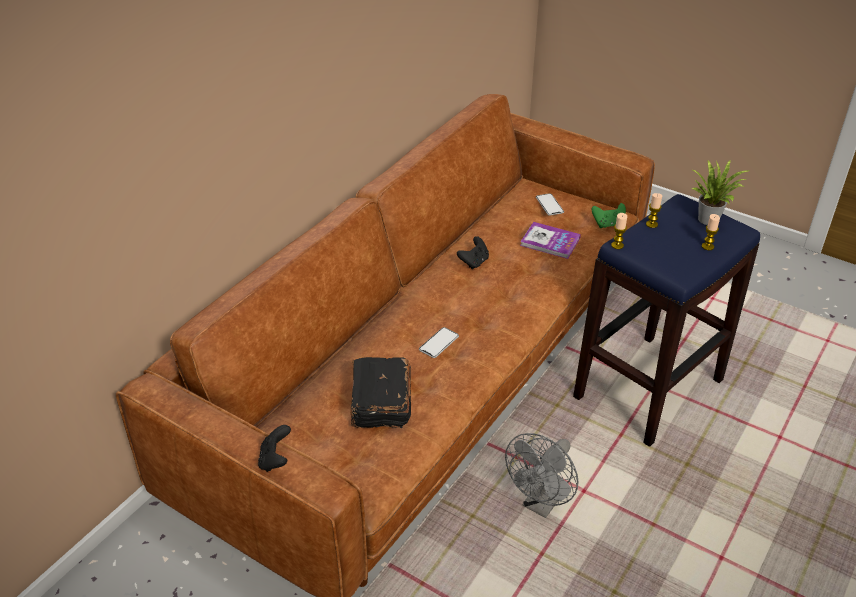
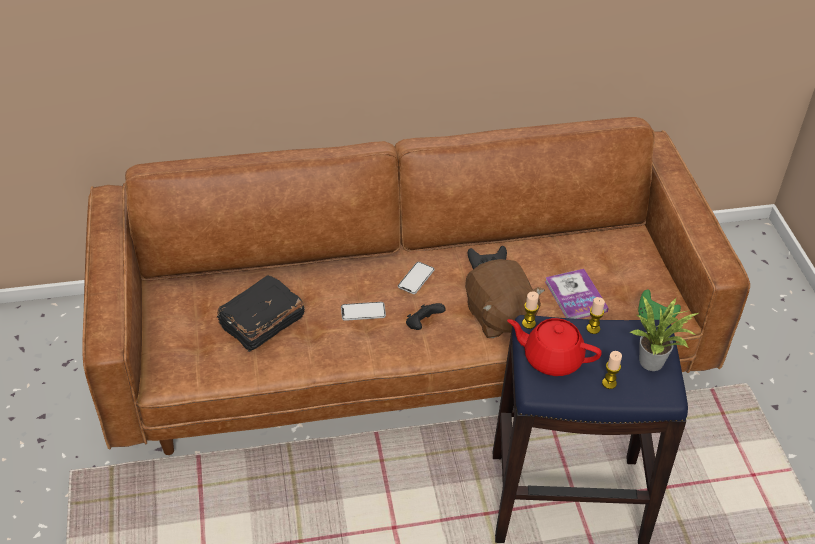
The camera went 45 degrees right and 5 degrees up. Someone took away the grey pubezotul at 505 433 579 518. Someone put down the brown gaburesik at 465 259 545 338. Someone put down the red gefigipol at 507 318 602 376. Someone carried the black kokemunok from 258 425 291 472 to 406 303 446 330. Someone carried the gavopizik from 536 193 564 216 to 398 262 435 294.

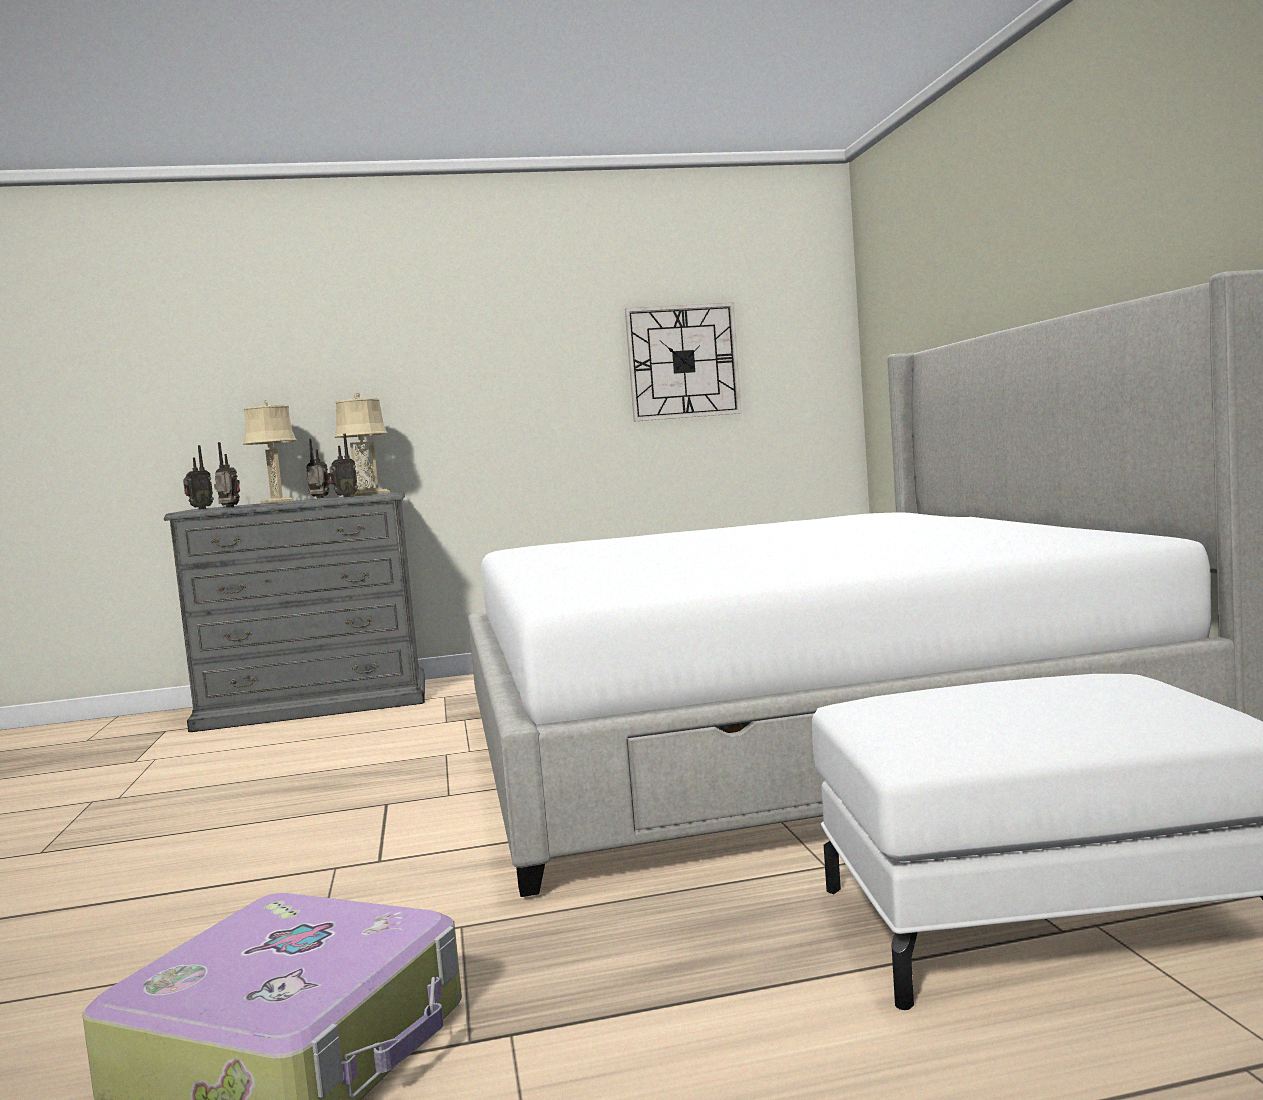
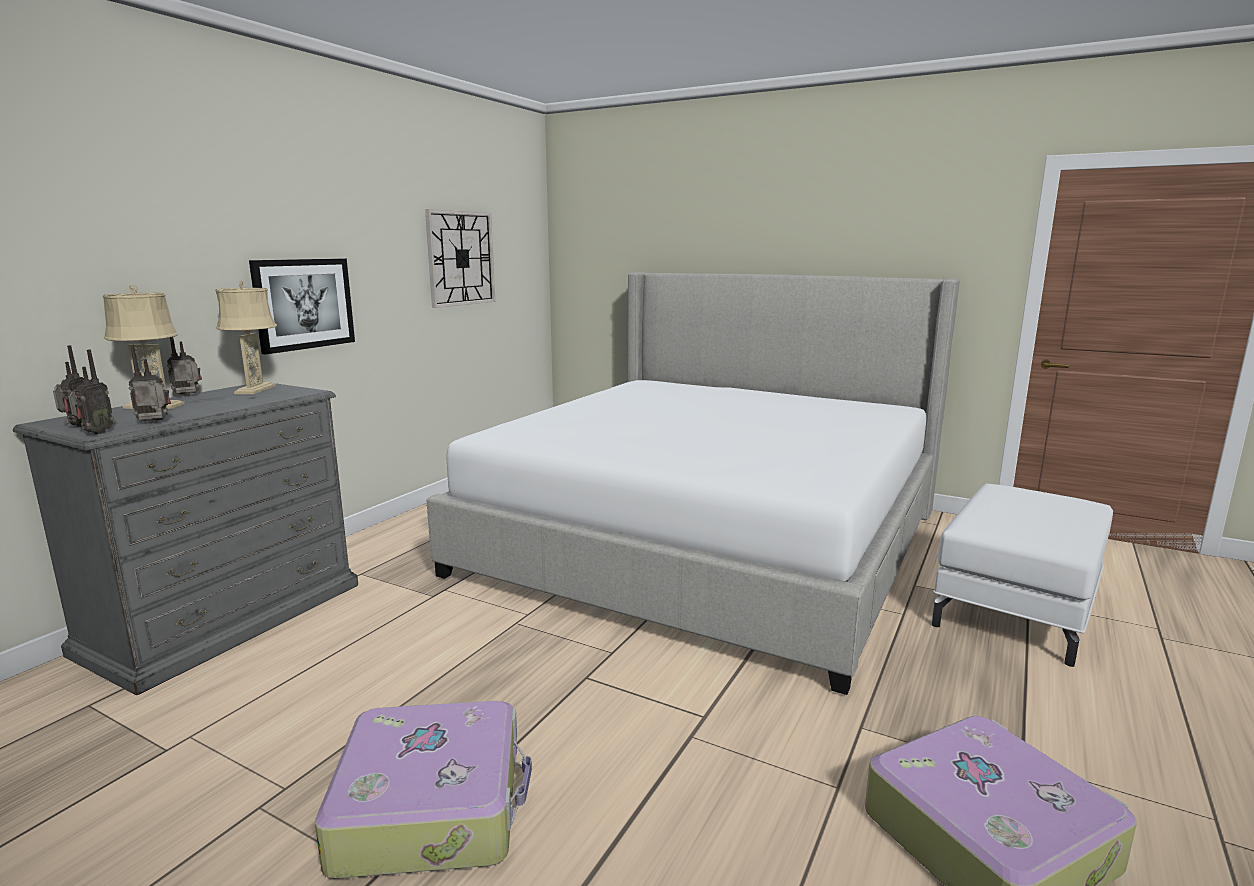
The camera went 50 degrees left and 10 degrees up. Someone put up the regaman at 249 259 355 355. Someone put down the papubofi at 315 701 532 879. Someone carried the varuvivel from 329 434 358 497 to 68 349 114 434.

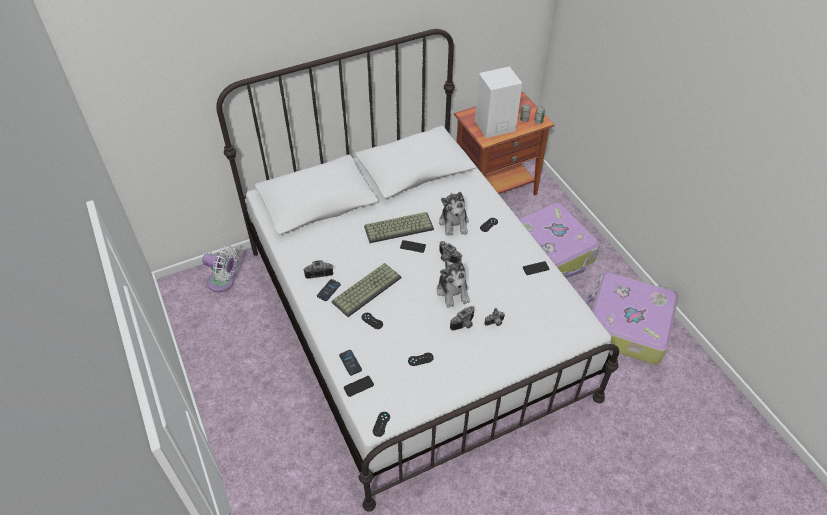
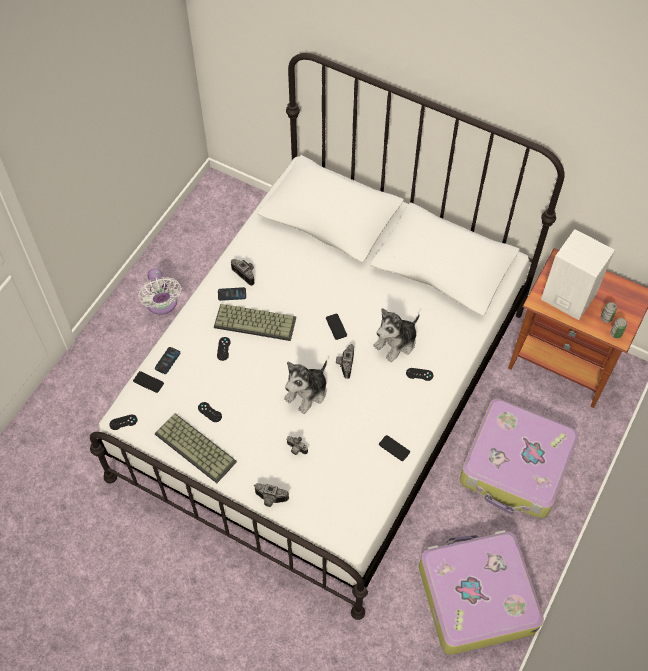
The camera went 55 degrees right and 10 degrees up. Someone carried the white pubezotul from 202 246 237 292 to 138 268 182 315. Someone carried the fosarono from 364 212 434 243 to 155 413 237 483. Someone carried the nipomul from 450 306 474 330 to 254 483 289 507.

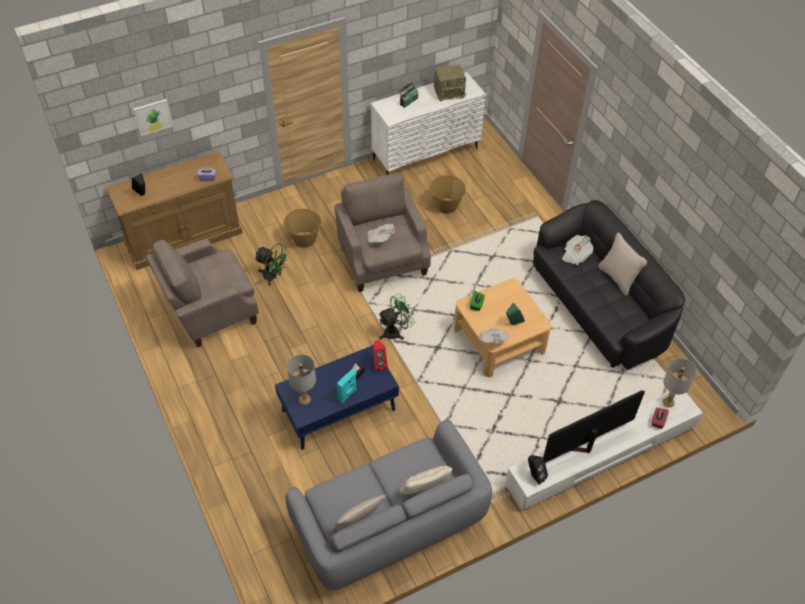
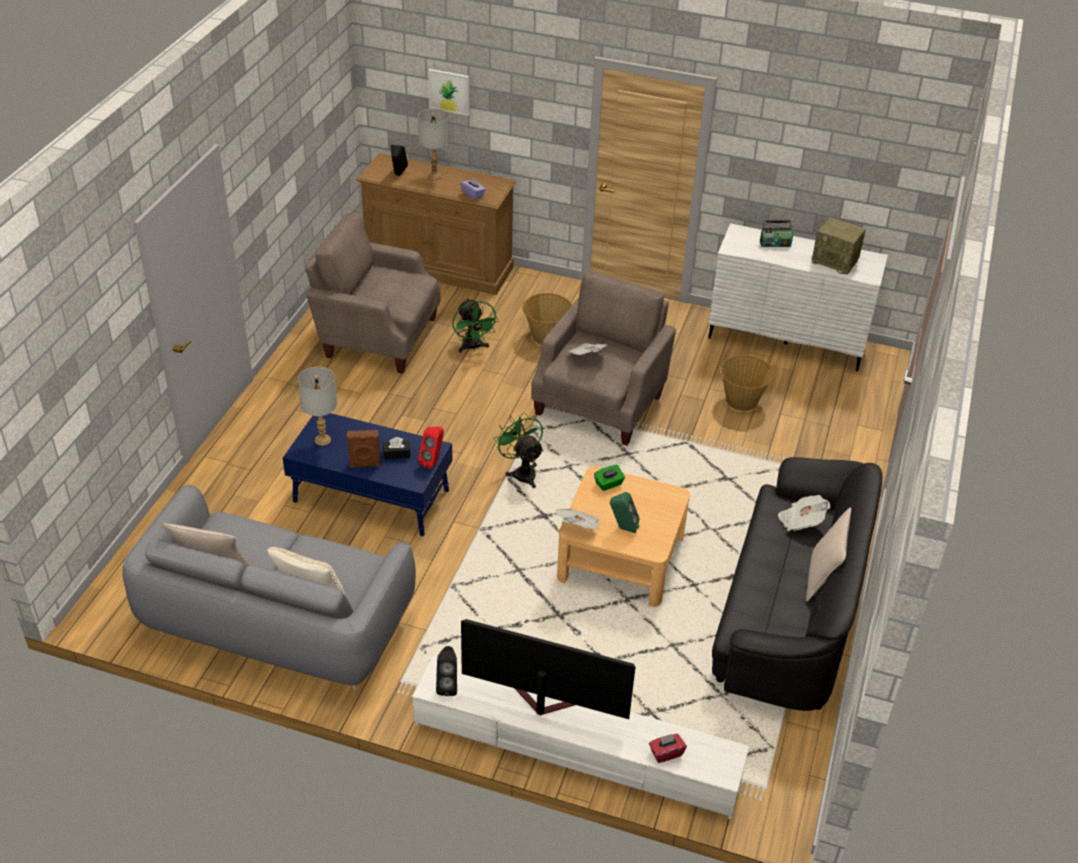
The camera went 45 degrees right and 10 degrees down. Someone carried the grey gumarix from 663 358 697 408 to 418 108 449 180. Someone repainted the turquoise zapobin at 337 369 357 403, which became the brown zapobin at 347 430 381 468. Someone rotated the green pubezotul at 378 294 414 340 by 135 degrees counterclockwise.

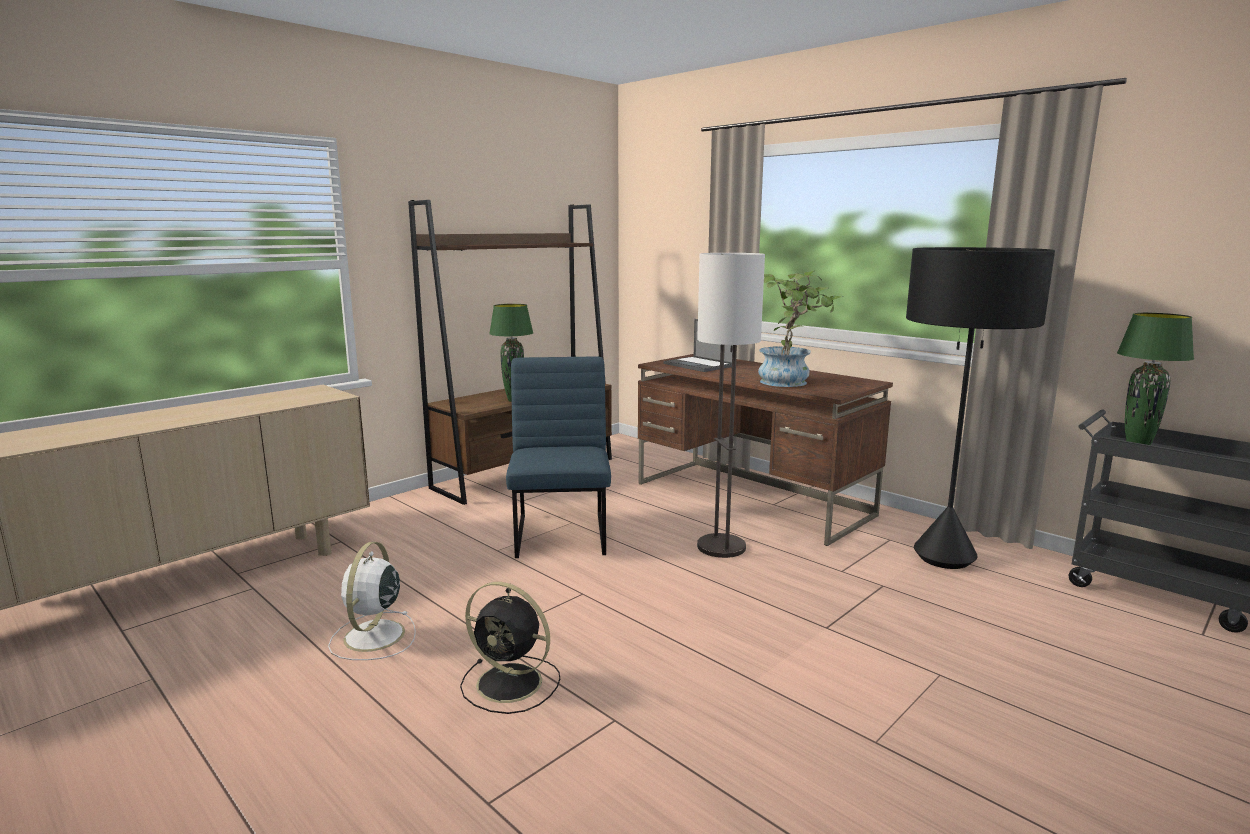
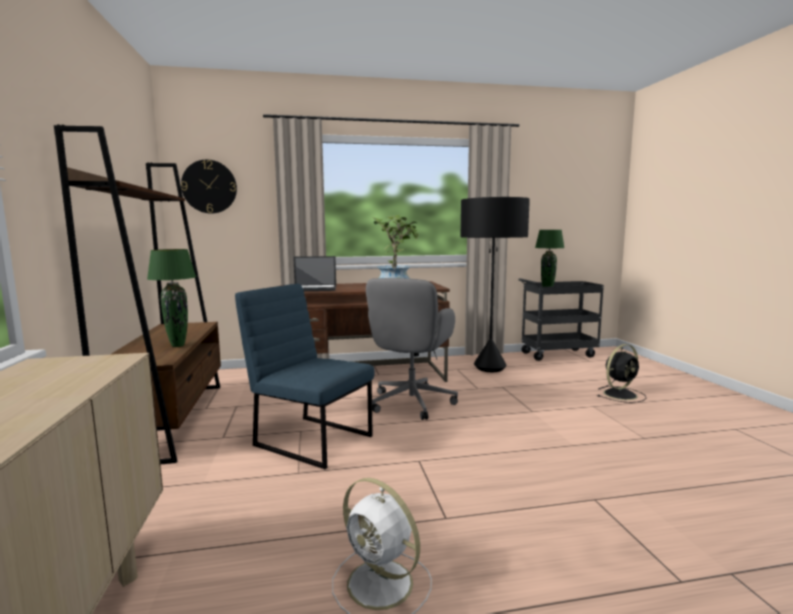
The camera went 55 degrees left and 5 degrees down. Someone put up the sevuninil at 181 160 237 214. Someone carried the black pubezotul from 460 582 560 714 to 597 344 646 403. Someone swapped the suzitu at 697 253 765 558 for the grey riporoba at 366 278 458 420.

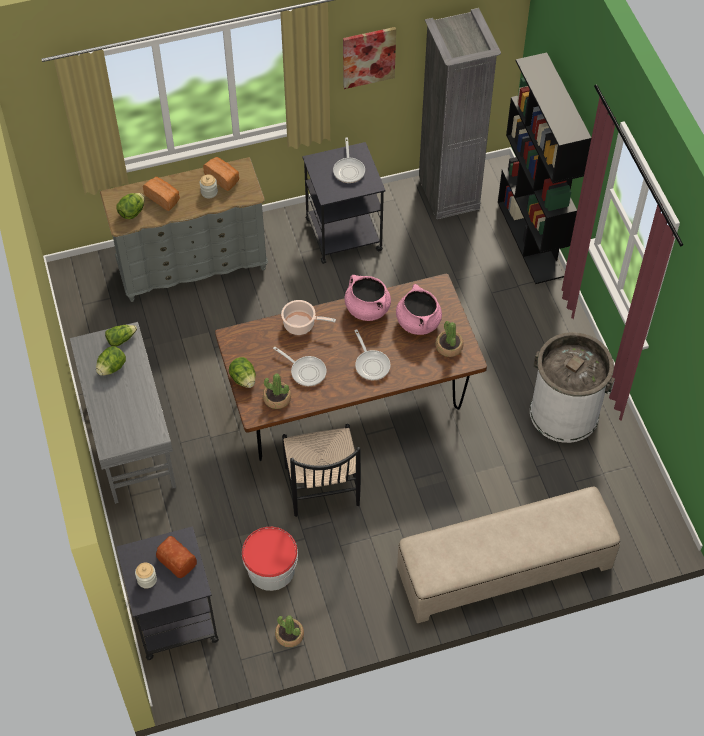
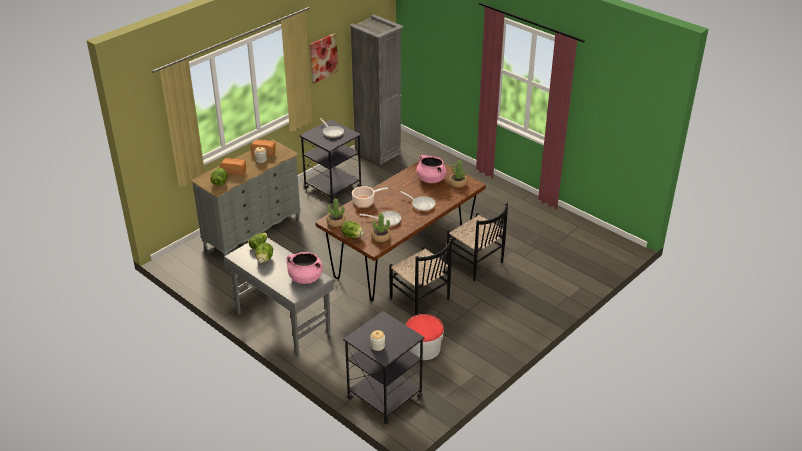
The camera went 30 degrees left and 20 degrees down. Someone took away the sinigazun at 156 536 197 578. Someone took away the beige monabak at 397 487 620 623. Someone took away the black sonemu at 498 52 592 284. Someone took away the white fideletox at 530 332 615 443. Someone put down the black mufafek at 447 203 508 281. Someone carried the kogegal from 275 616 304 647 to 327 198 346 227. Someone carried the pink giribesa from 345 275 391 321 to 287 252 323 284.

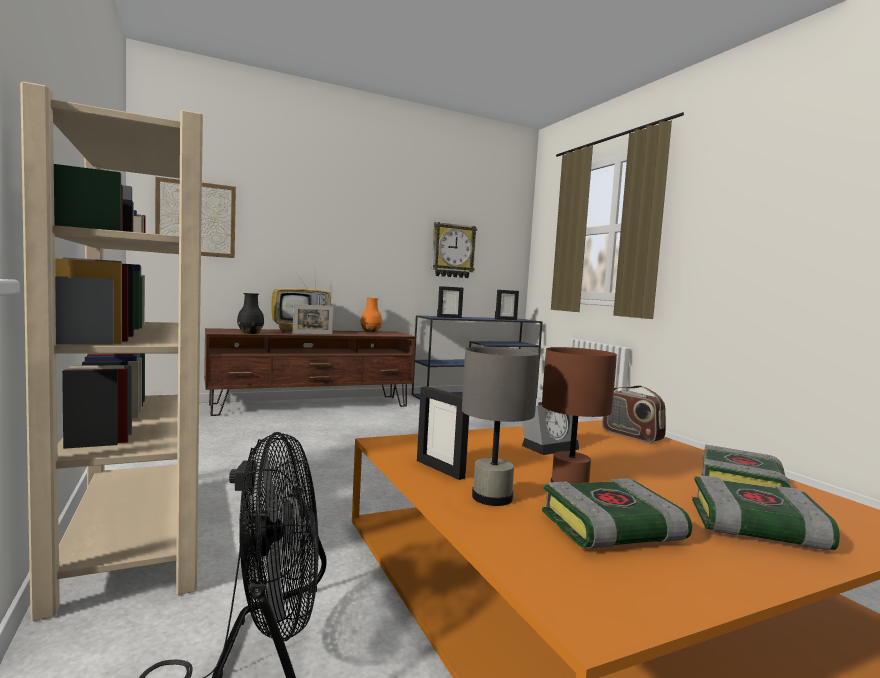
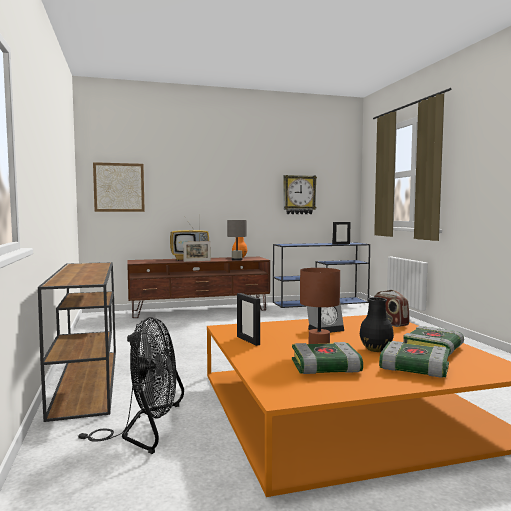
The camera went 10 degrees right and 0 degrees up. Someone took away the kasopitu at 437 286 463 318. Someone carried the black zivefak from 237 293 264 334 to 360 297 394 352. Someone carried the grey gumarix from 462 347 539 506 to 227 220 247 261. Someone swapped the beige sonemu at 20 81 203 621 for the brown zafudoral at 38 262 116 422.

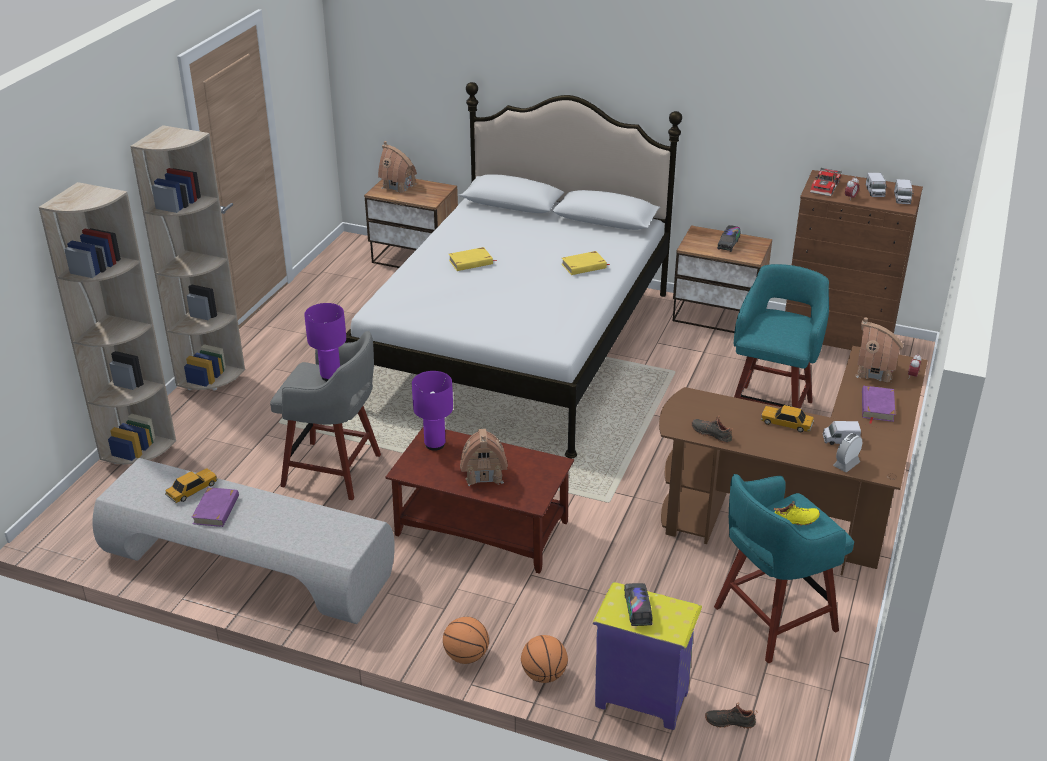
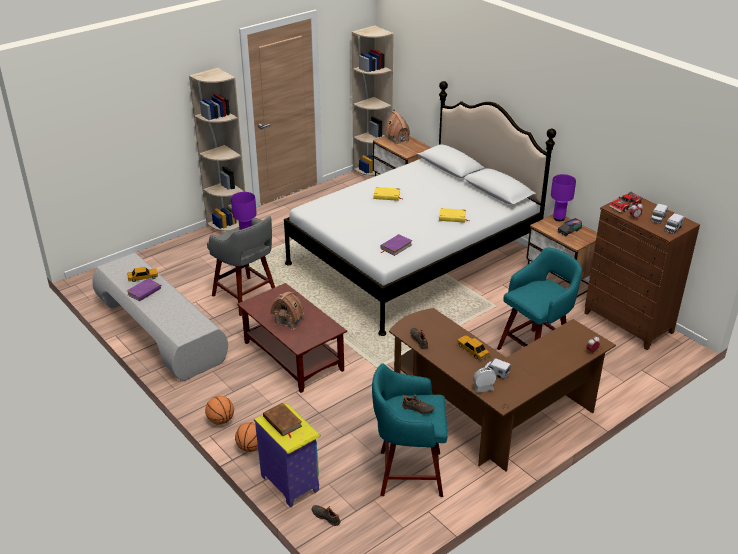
The camera went 30 degrees right and 0 degrees up. Someone took away the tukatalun at 856 317 903 382. Someone carried the beige sonemu from 39 182 176 464 to 352 25 394 178. Someone carried the purple gumarix from 412 371 453 451 to 551 174 576 221. Someone carried the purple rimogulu from 862 386 895 424 to 380 234 412 256. Someone swapped the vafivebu at 624 583 652 626 for the brown rimogulu at 263 403 302 438. Someone repainted the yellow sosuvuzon at 774 501 820 526, which became the black sosuvuzon at 402 395 435 414.

